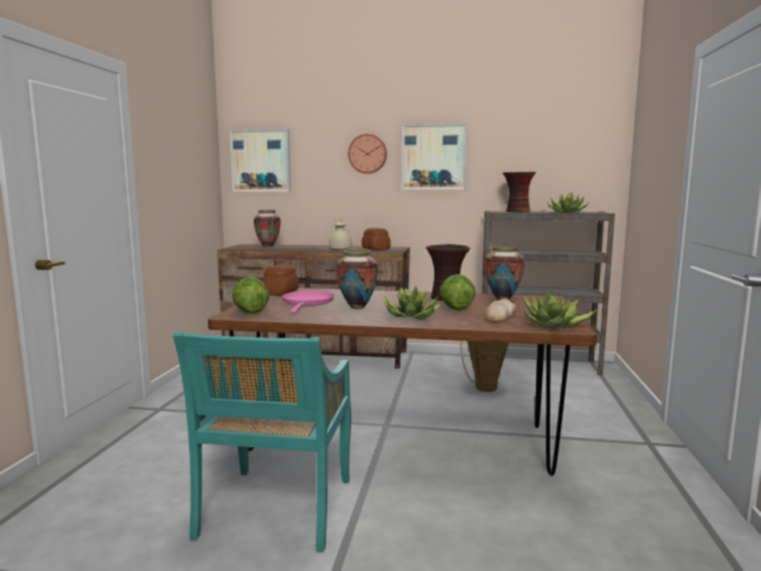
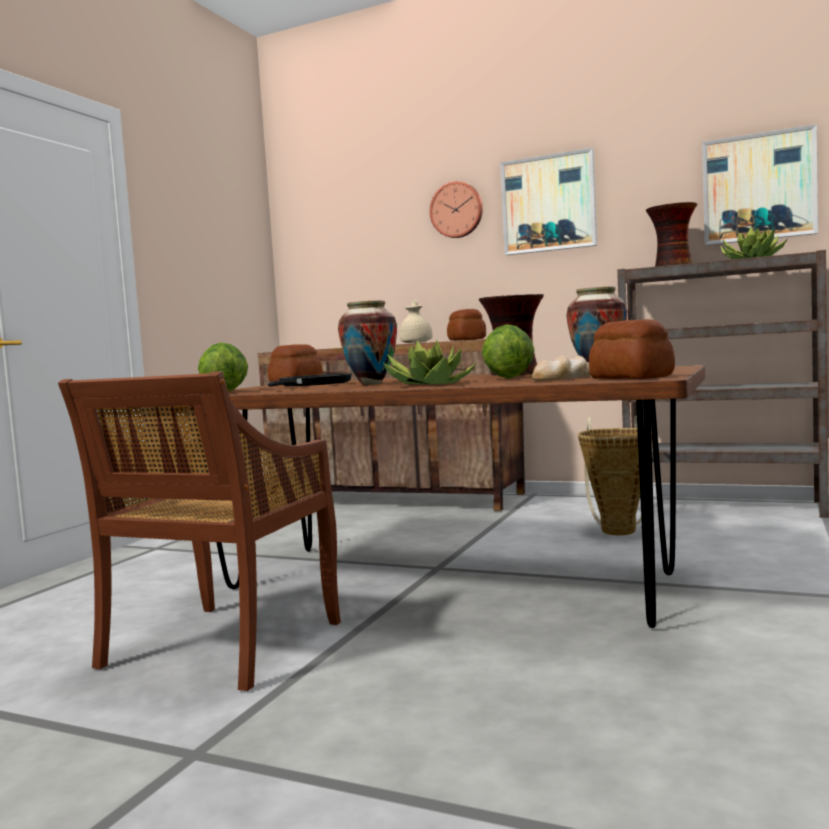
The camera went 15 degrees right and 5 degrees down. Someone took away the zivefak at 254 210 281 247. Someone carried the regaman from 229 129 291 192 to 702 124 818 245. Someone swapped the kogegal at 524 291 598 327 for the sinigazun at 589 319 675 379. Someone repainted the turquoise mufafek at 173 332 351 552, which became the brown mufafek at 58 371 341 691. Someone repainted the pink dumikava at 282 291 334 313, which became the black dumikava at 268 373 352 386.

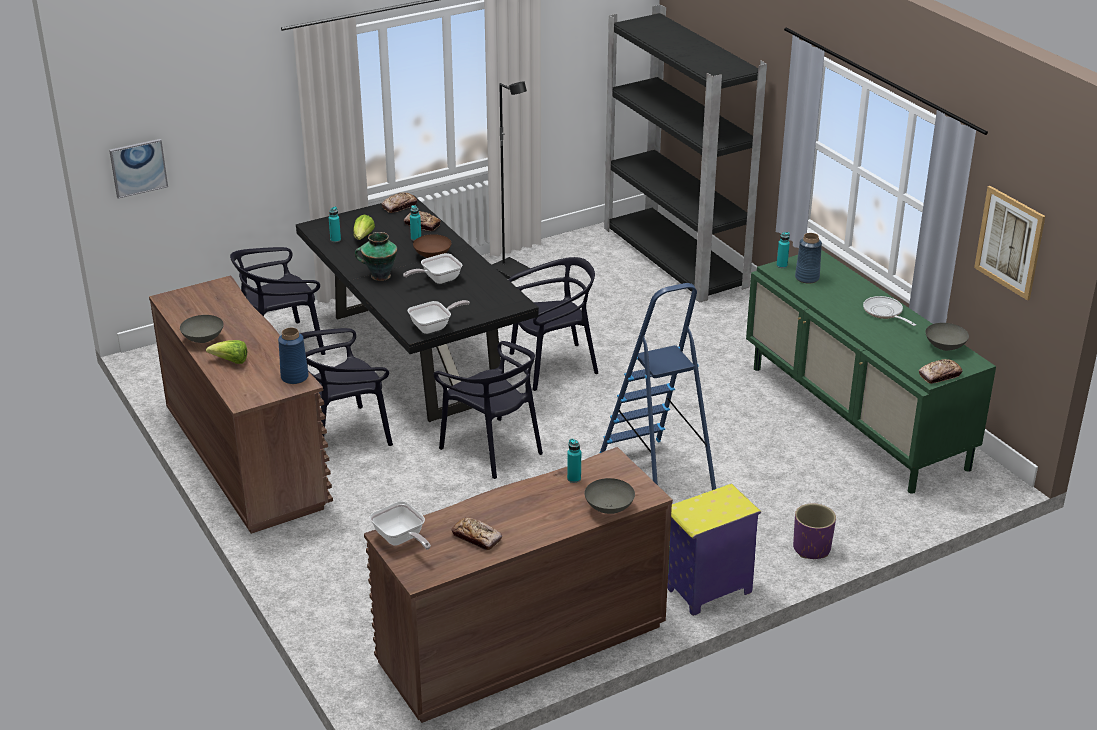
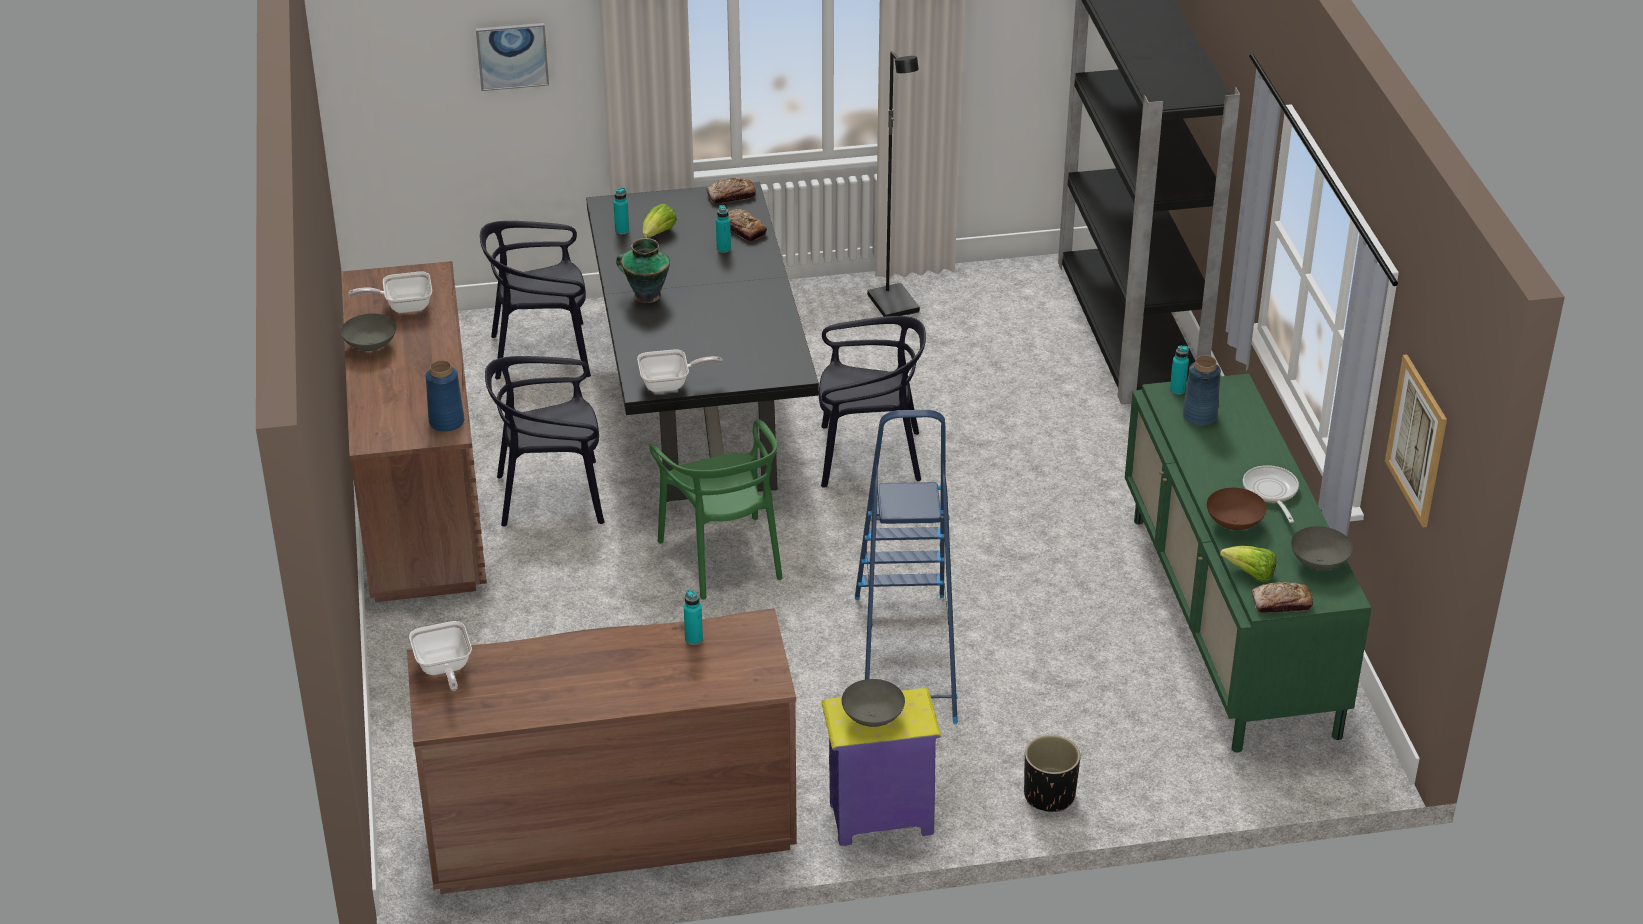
The camera went 20 degrees right and 5 degrees up. Someone took away the sinigazun at 451 518 502 550. Someone carried the regaman from 109 139 168 199 to 476 23 549 91. Someone carried the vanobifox from 206 340 247 364 to 1220 546 1276 582. Someone carried the dumikava from 403 253 463 284 to 348 271 432 313. Someone carried the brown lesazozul from 413 234 451 258 to 1207 488 1267 530. Someone carried the grey lesazozul from 584 478 635 514 to 841 679 905 727. Someone repainted the black mufafek at 434 341 543 479, which became the green mufafek at 649 419 783 600. Someone repainted the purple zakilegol at 793 503 836 559, which became the black zakilegol at 1024 735 1080 812.

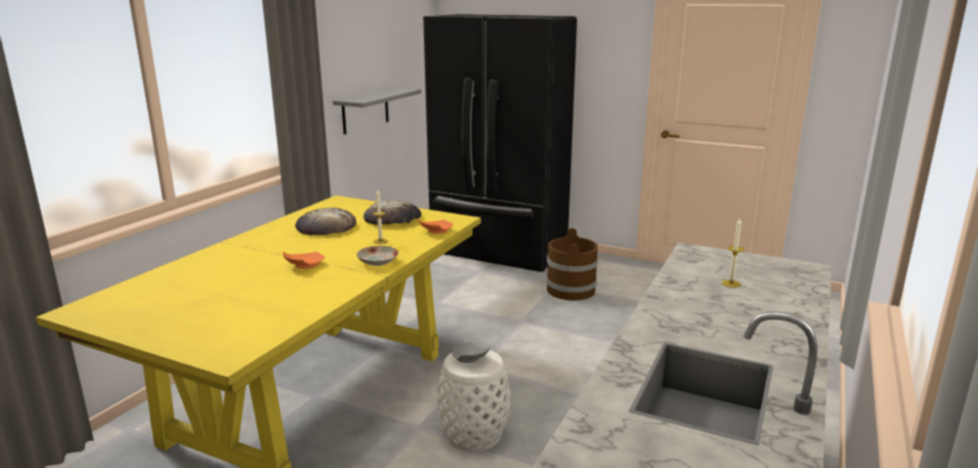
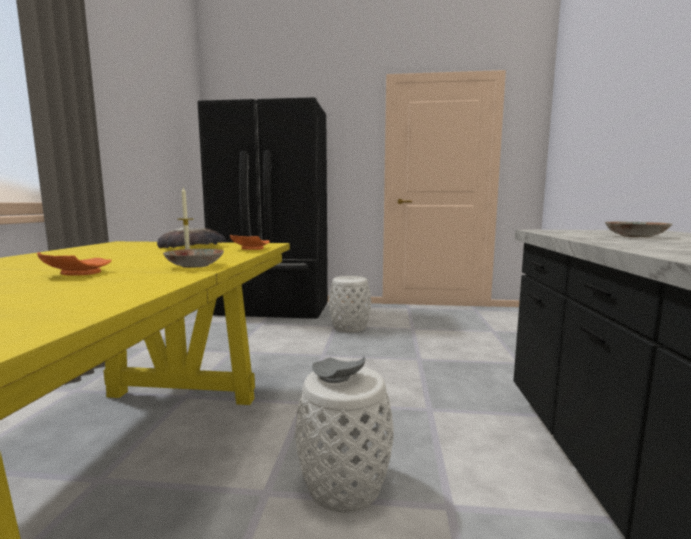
The camera went 20 degrees left and 10 degrees down. Someone took away the sinigazun at 295 208 356 236. Someone took away the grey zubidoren at 333 88 421 135. Someone swapped the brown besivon at 546 228 598 300 for the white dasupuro at 329 276 371 333. Someone swapped the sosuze at 722 219 744 288 for the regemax at 605 222 673 237.

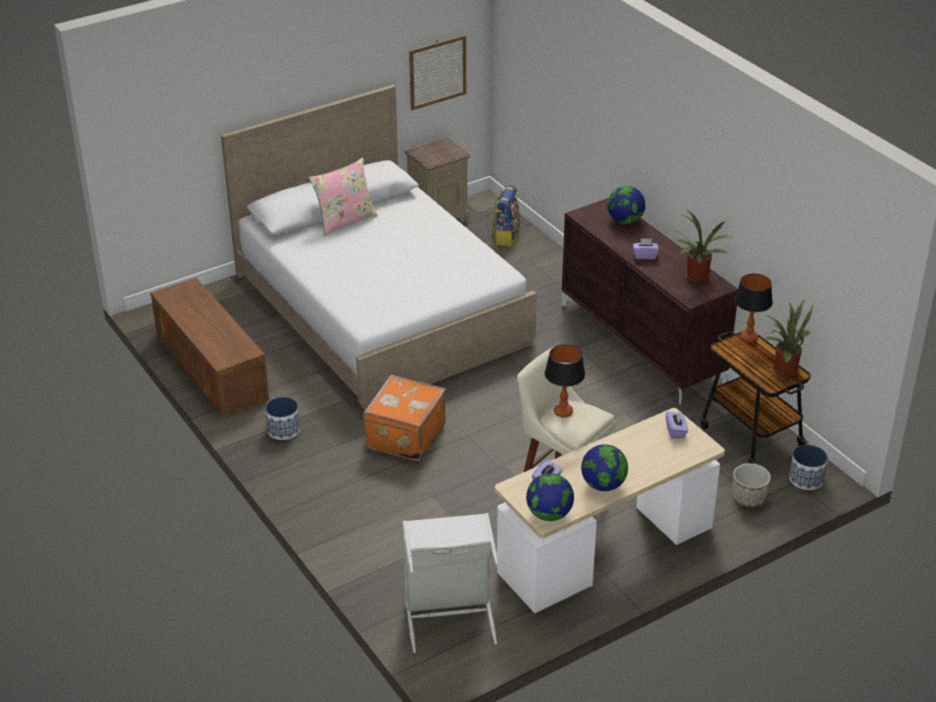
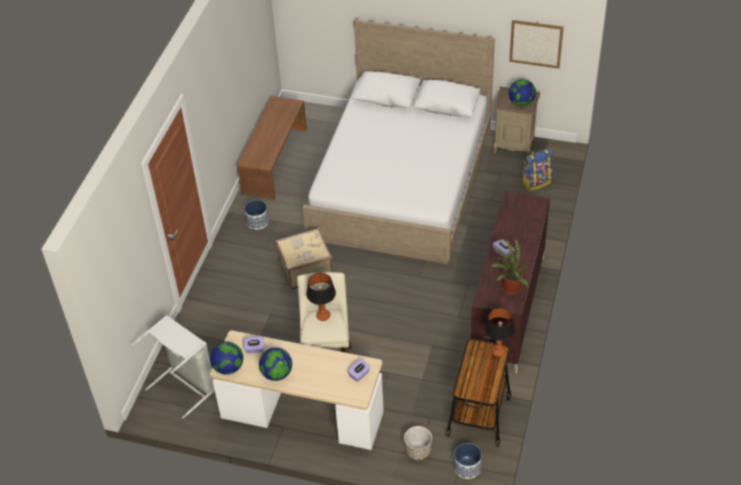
The camera went 50 degrees right and 10 degrees up. Someone took away the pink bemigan at 309 158 378 236. Someone took away the kogegal at 764 300 813 377. Someone carried the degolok from 607 186 646 224 to 509 79 536 106. Someone repainted the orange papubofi at 363 375 446 461, which became the beige papubofi at 275 228 332 290.

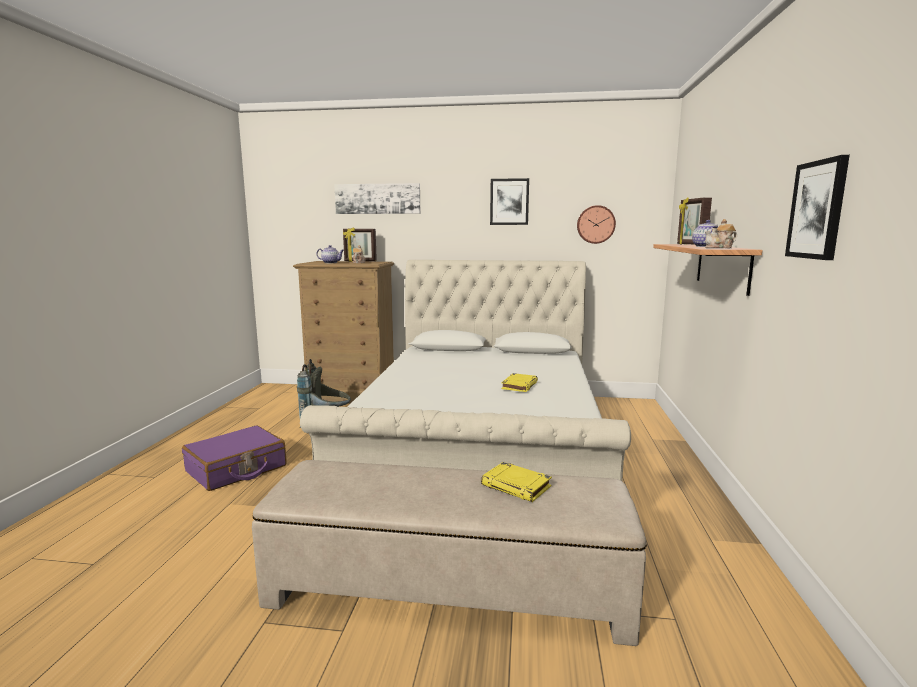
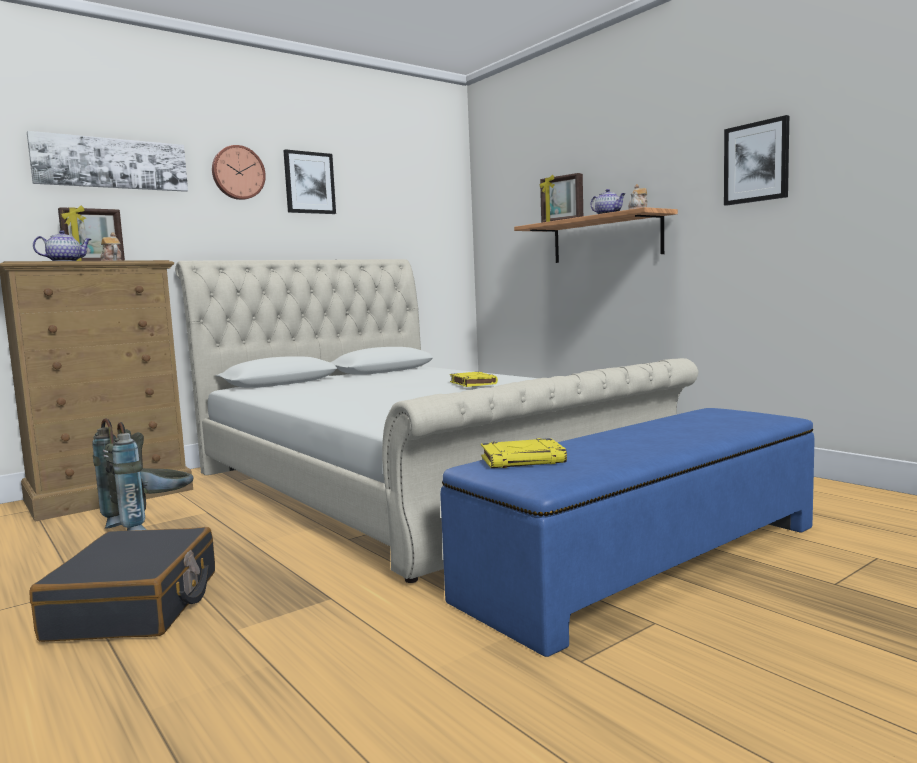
The camera went 45 degrees left and 5 degrees down. Someone carried the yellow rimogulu from 481 462 552 502 to 481 438 567 468. Someone carried the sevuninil from 577 205 616 244 to 212 145 266 200. Someone repainted the purple papubofi at 182 426 286 491, which became the black papubofi at 30 527 215 642. Someone repainted the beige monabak at 252 460 647 646, which became the blue monabak at 440 408 815 657.

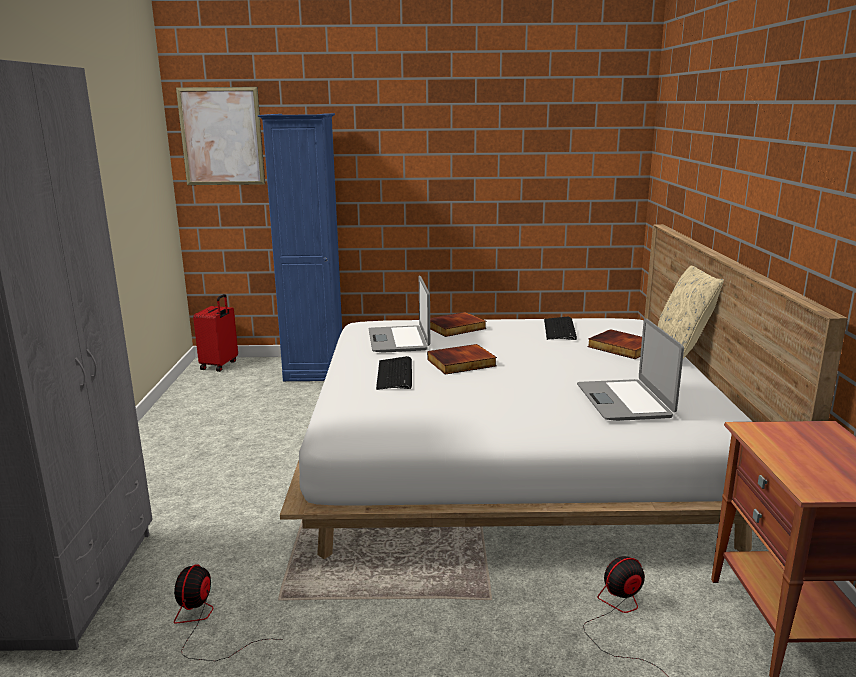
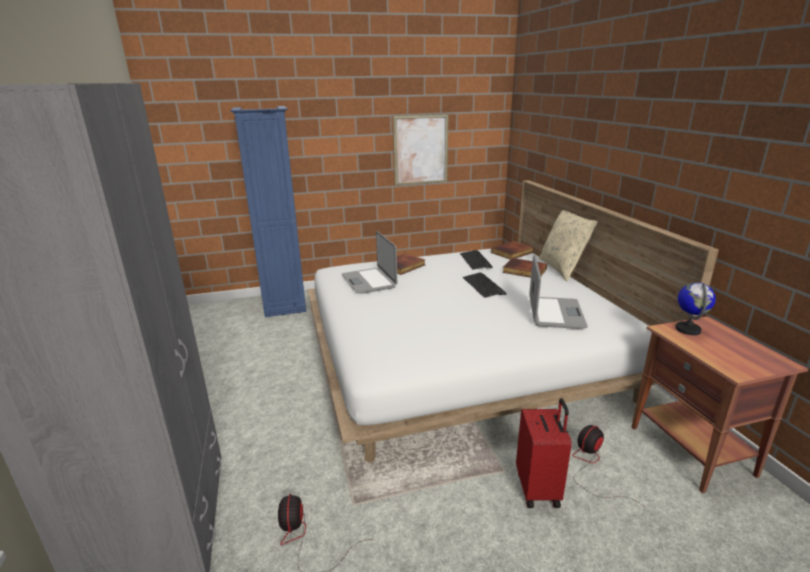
The camera went 15 degrees left and 5 degrees up. Someone put down the degolok at 675 282 716 335. Someone carried the regaman from 176 87 265 185 to 393 114 449 186. Someone carried the red papubofi from 193 294 238 372 to 516 398 572 508. Someone carried the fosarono from 376 356 412 390 to 463 272 506 298. Someone carried the rimogulu from 427 344 497 375 to 491 241 534 260. Someone rotated the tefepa at 577 318 684 421 by 150 degrees counterclockwise.

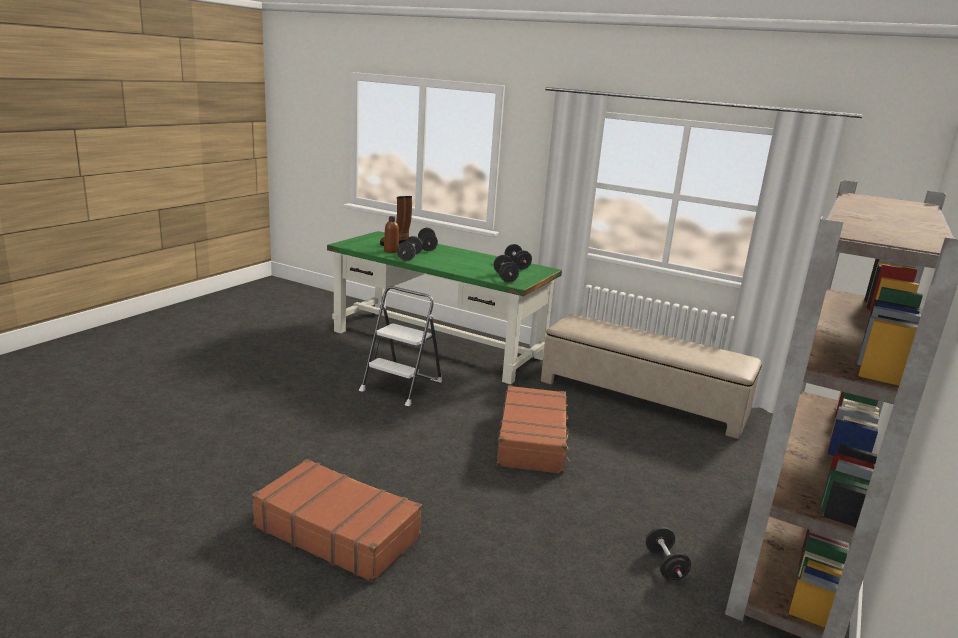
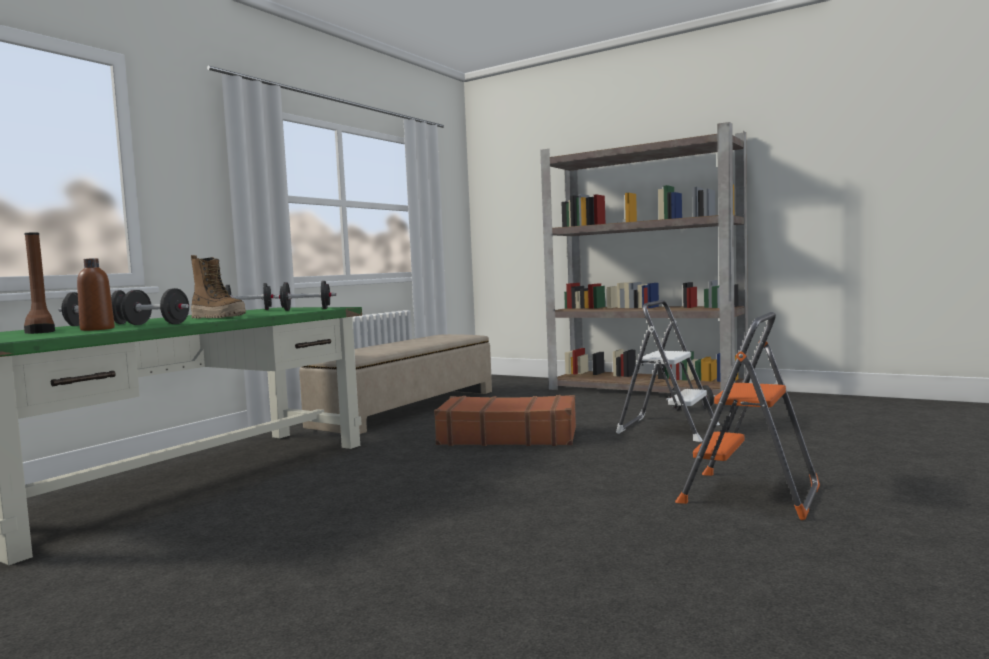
The camera went 85 degrees left and 15 degrees down. Someone put down the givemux at 191 255 246 318. Someone carried the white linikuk from 359 286 442 406 to 616 300 720 442. Someone swapped the brown papubofi at 252 459 422 583 for the orange linikuk at 675 312 820 520.

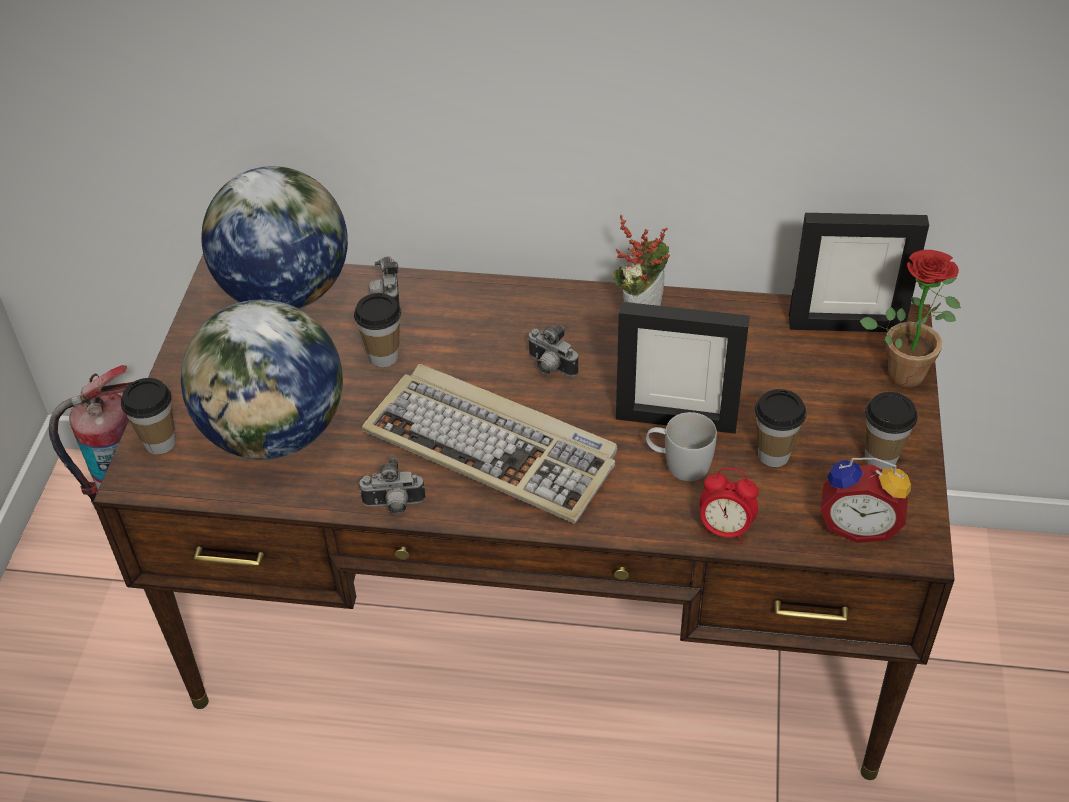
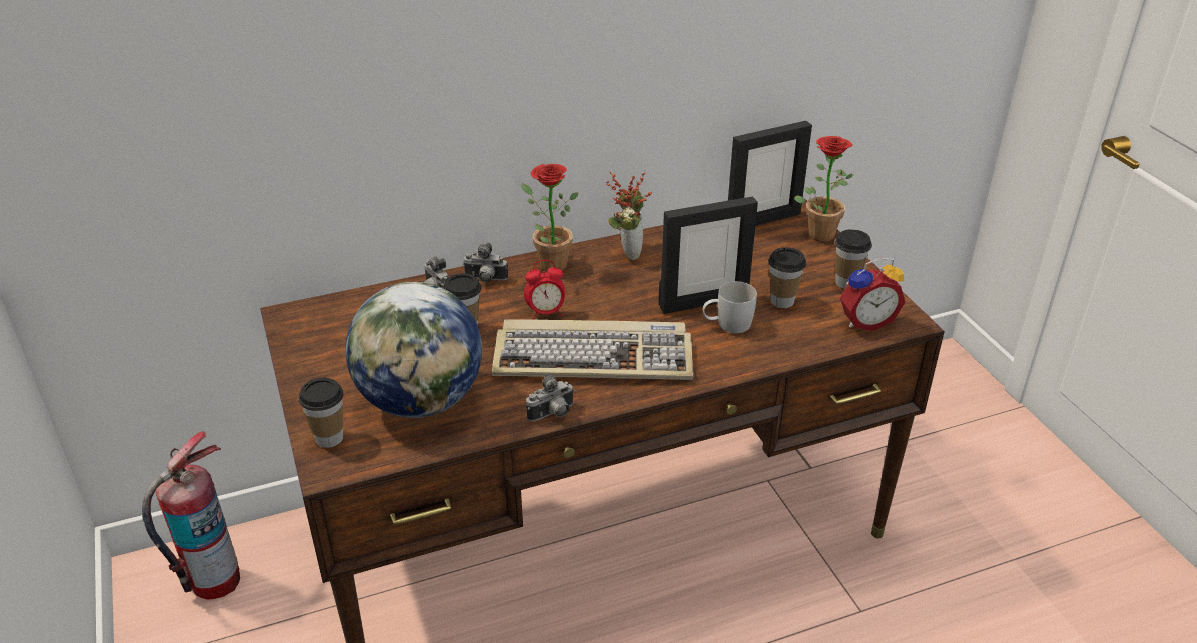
The camera went 30 degrees left and 10 degrees down. Someone took away the degolok at 201 166 348 309. Someone put down the kogegal at 521 164 578 272. Someone carried the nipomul from 527 325 579 377 to 463 243 508 283. Someone carried the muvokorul from 700 468 758 544 to 524 260 565 320.

